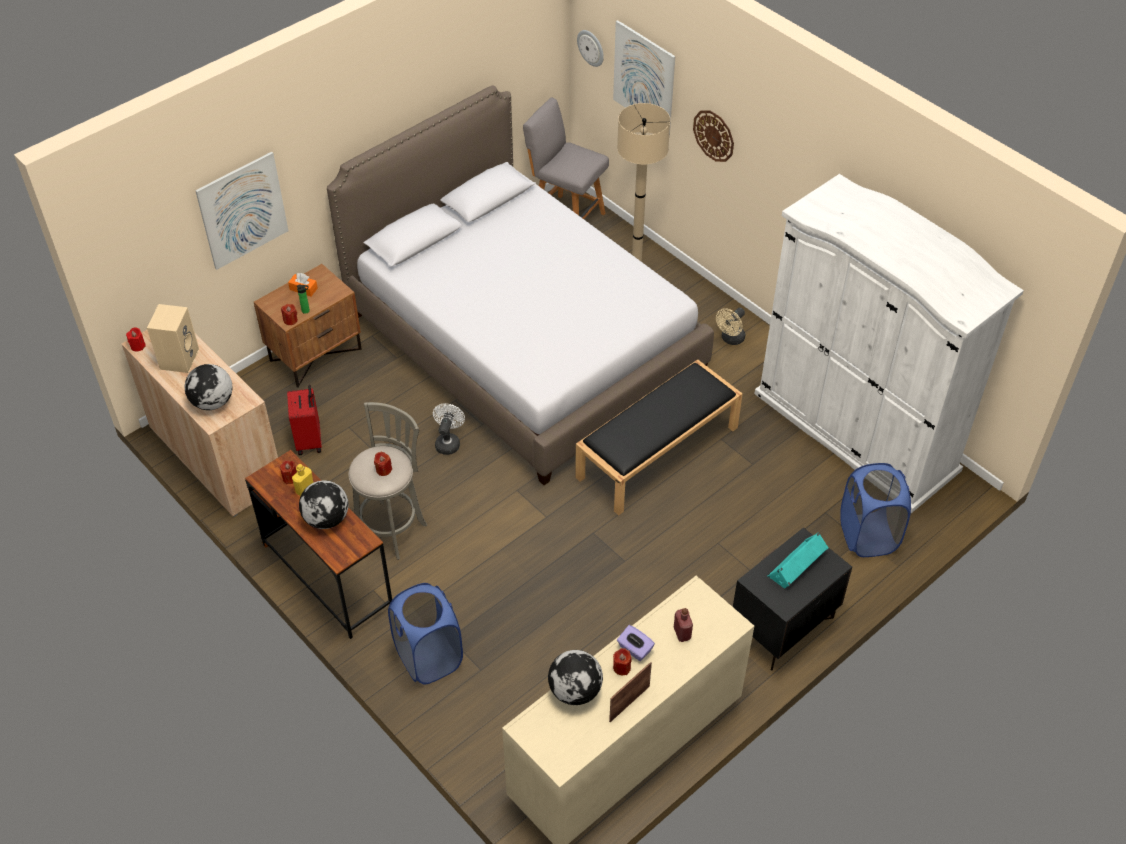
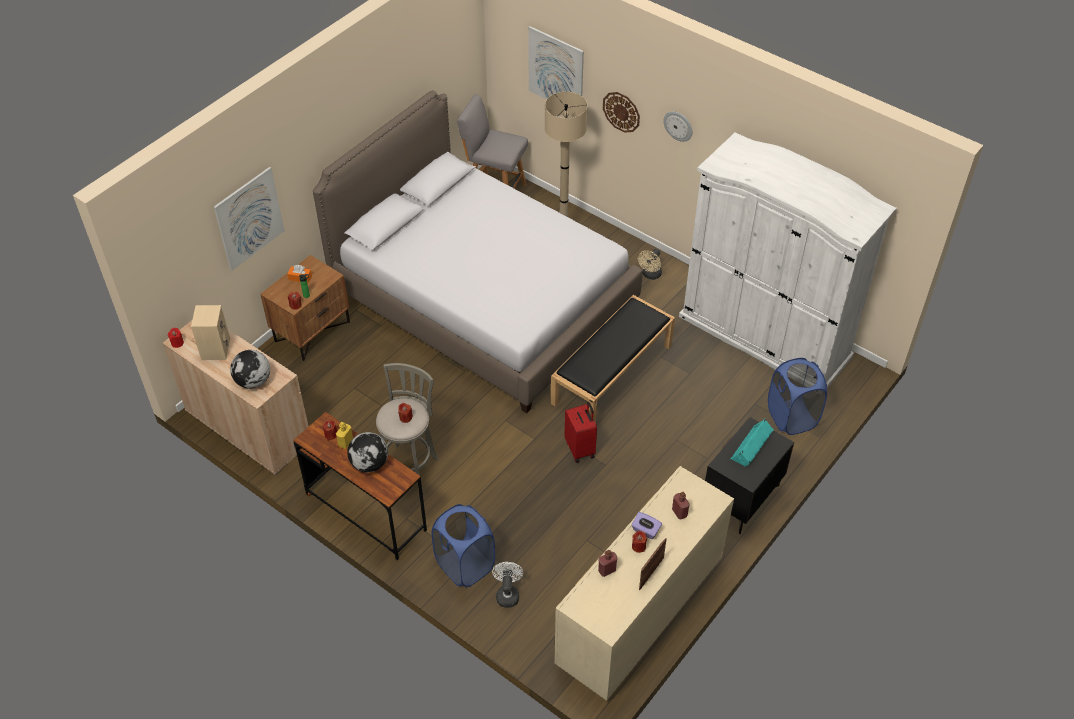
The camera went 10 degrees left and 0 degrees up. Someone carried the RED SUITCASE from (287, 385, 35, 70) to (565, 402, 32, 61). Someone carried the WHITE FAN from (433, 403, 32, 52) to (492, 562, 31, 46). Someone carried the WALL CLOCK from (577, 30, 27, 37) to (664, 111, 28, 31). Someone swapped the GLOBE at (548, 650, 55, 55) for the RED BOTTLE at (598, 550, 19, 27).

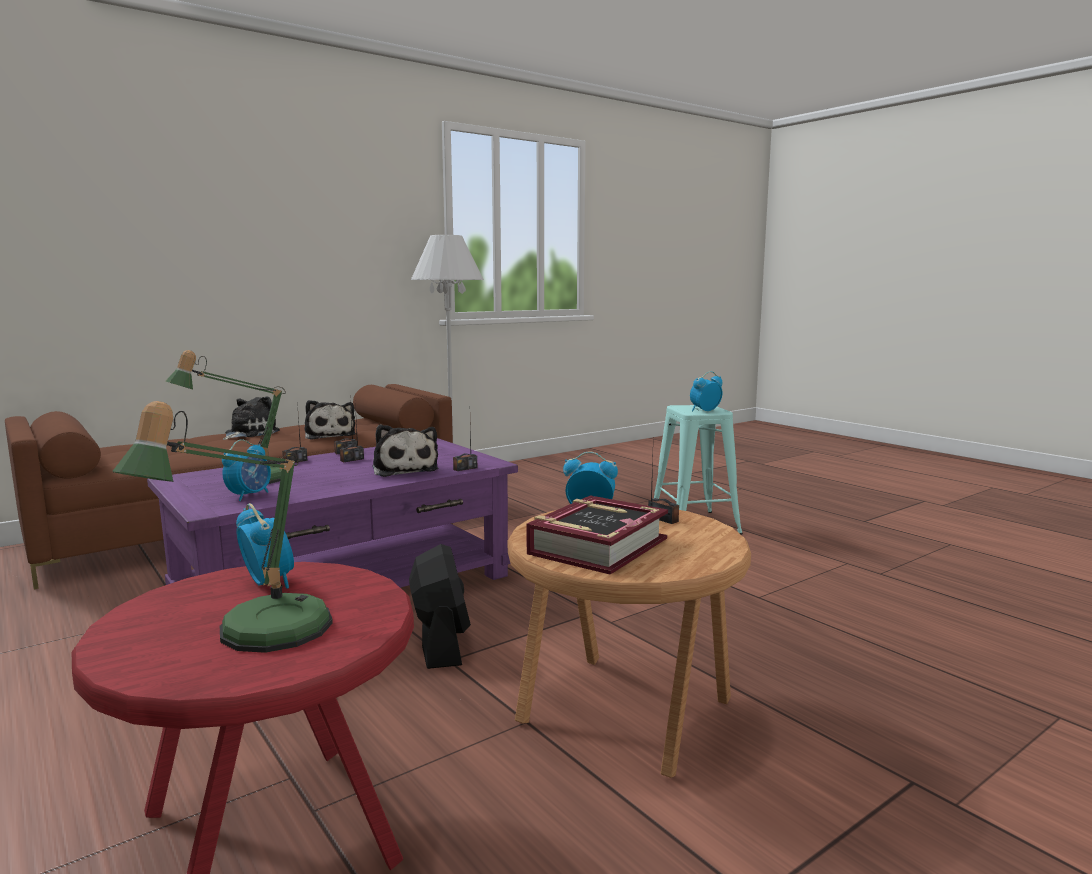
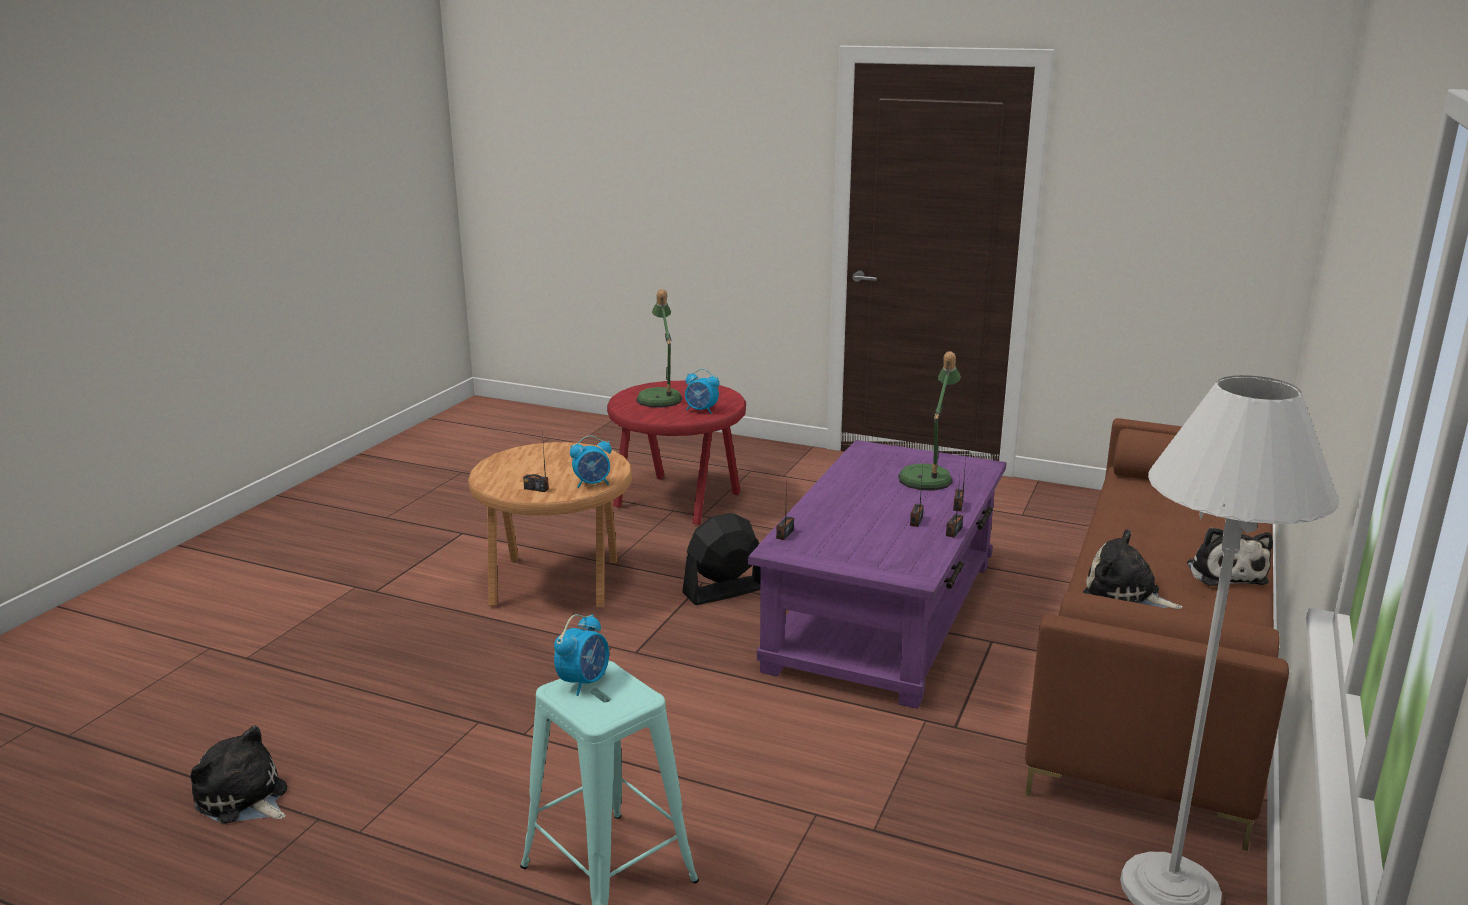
The camera went 150 degrees right and 10 degrees up. Someone took away the ALARM CLOCK at (222, 439, 49, 62). Someone took away the BOOK at (527, 495, 141, 80). Someone carried the PLUSH TOY from (373, 425, 66, 52) to (191, 726, 96, 98). Someone rotated the BLACK FAN at (409, 544, 62, 125) by 105 degrees clockwise.

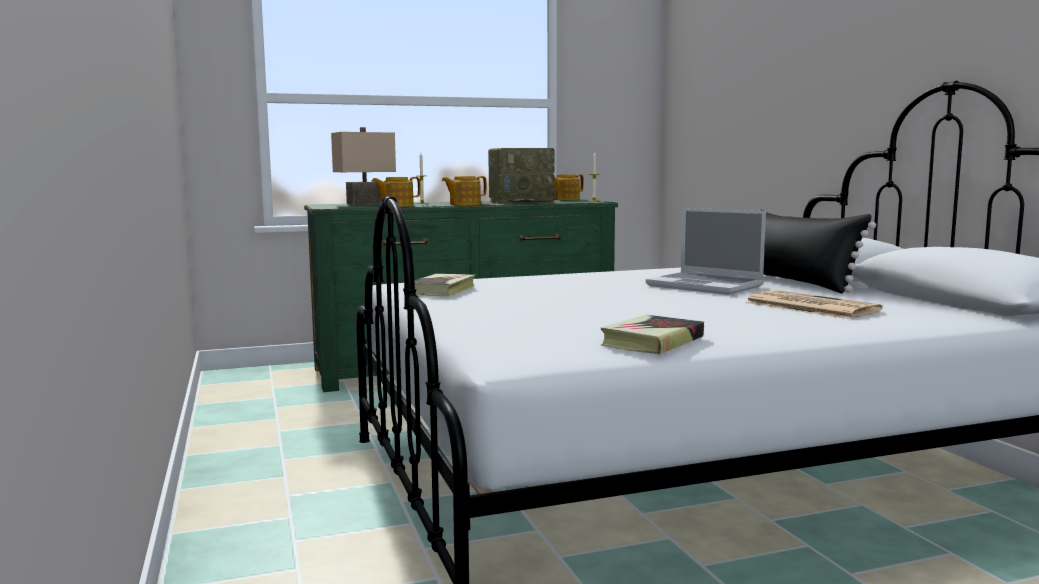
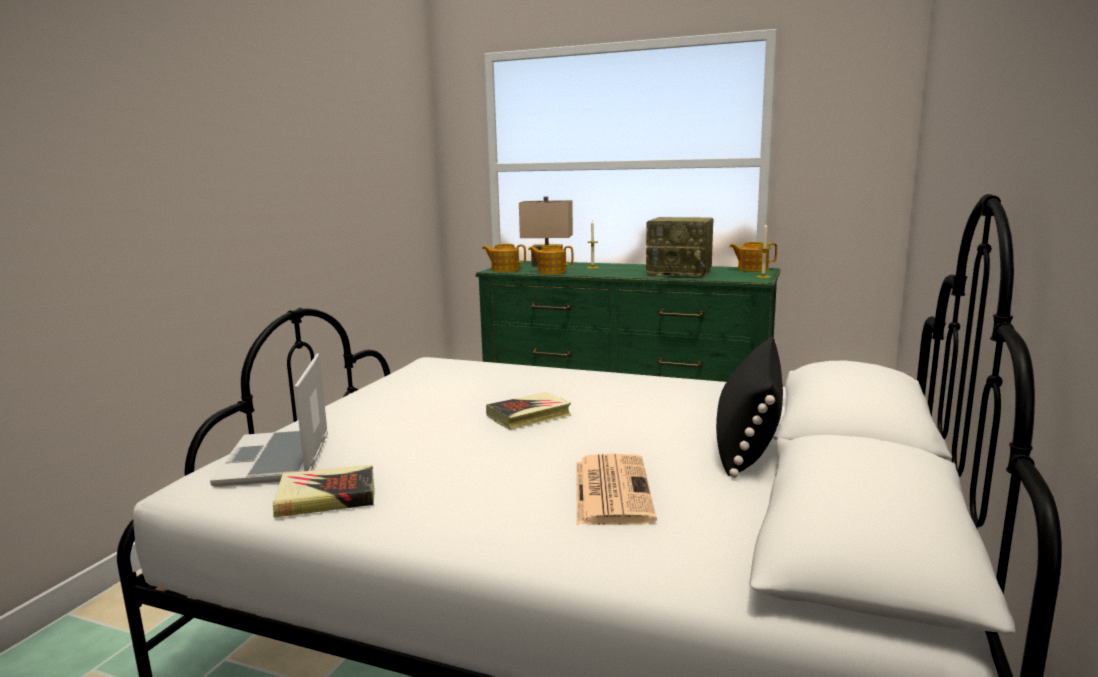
The camera went 40 degrees right and 5 degrees up. Someone carried the BOOK from (414, 274, 61, 22) to (486, 392, 85, 38). Someone carried the TEAPOT from (442, 176, 45, 29) to (482, 244, 44, 28). Someone carried the LAPTOP from (646, 208, 120, 87) to (210, 353, 118, 134).

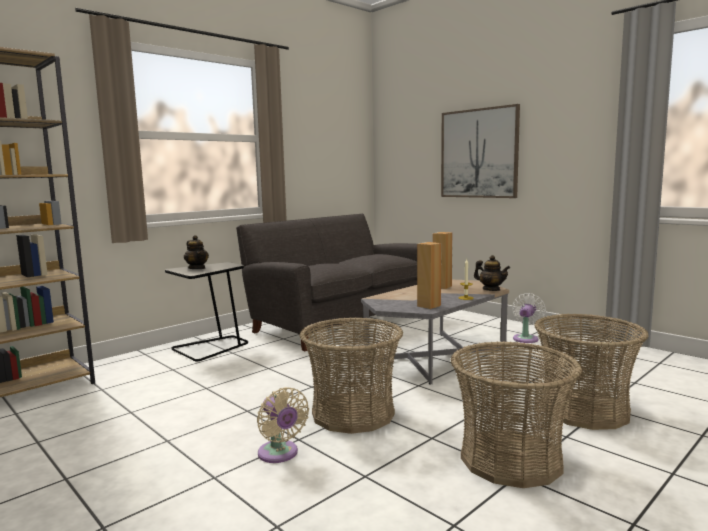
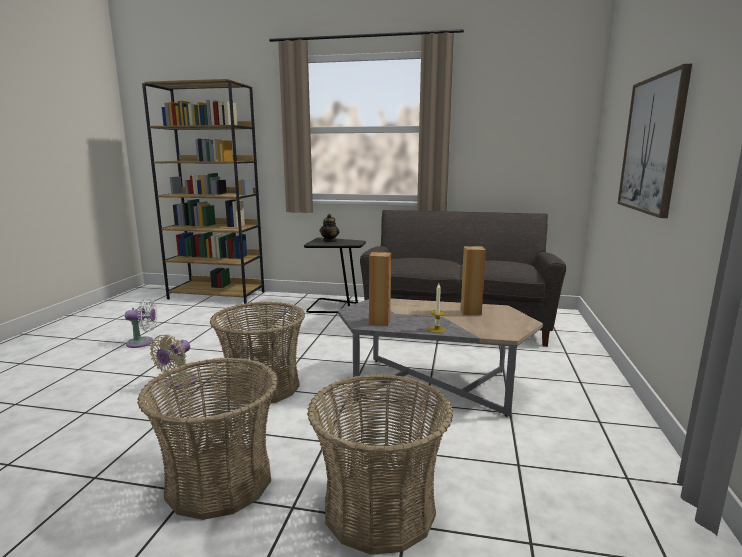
The camera went 55 degrees right and 5 degrees up. Someone took away the TEAPOT at (474, 255, 36, 36). Someone carried the WHITE FAN from (512, 293, 34, 50) to (125, 298, 33, 50).

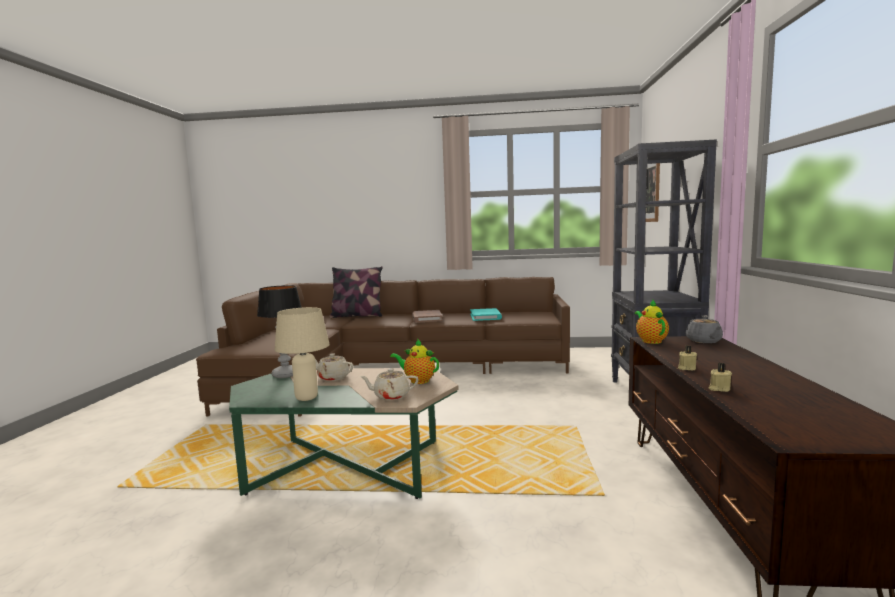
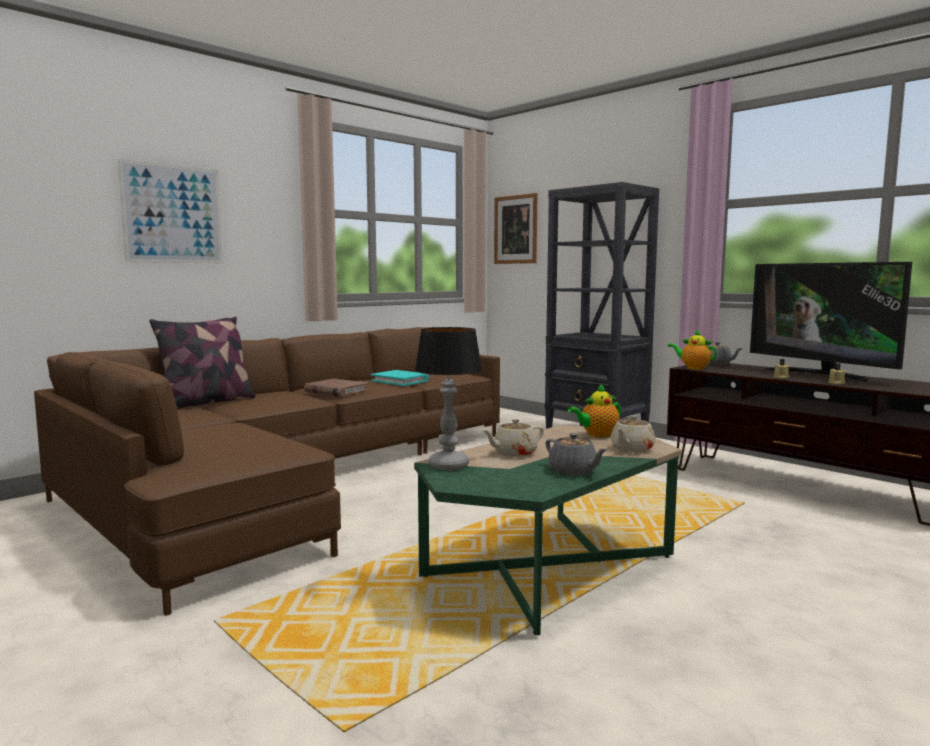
The camera went 50 degrees left and 0 degrees up. Someone put up the PICTURE at (118, 159, 105, 104). Someone put down the TELEVISION at (750, 262, 162, 121). Someone swapped the BEIGE TABLE LAMP at (275, 307, 55, 94) for the GREY TEAPOT at (546, 433, 61, 42).

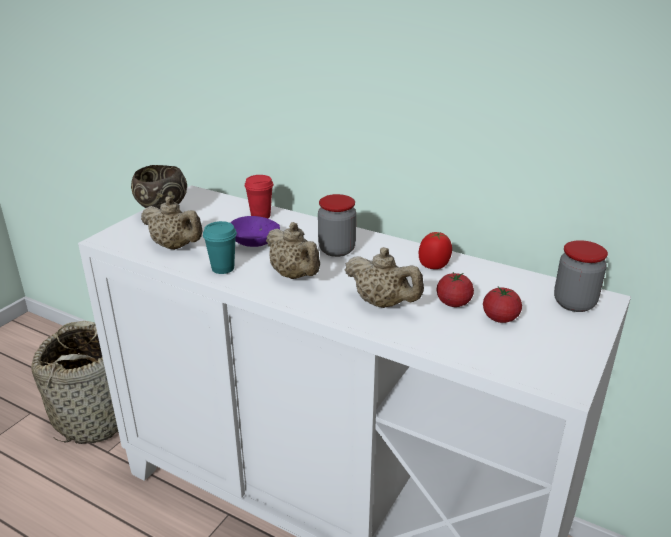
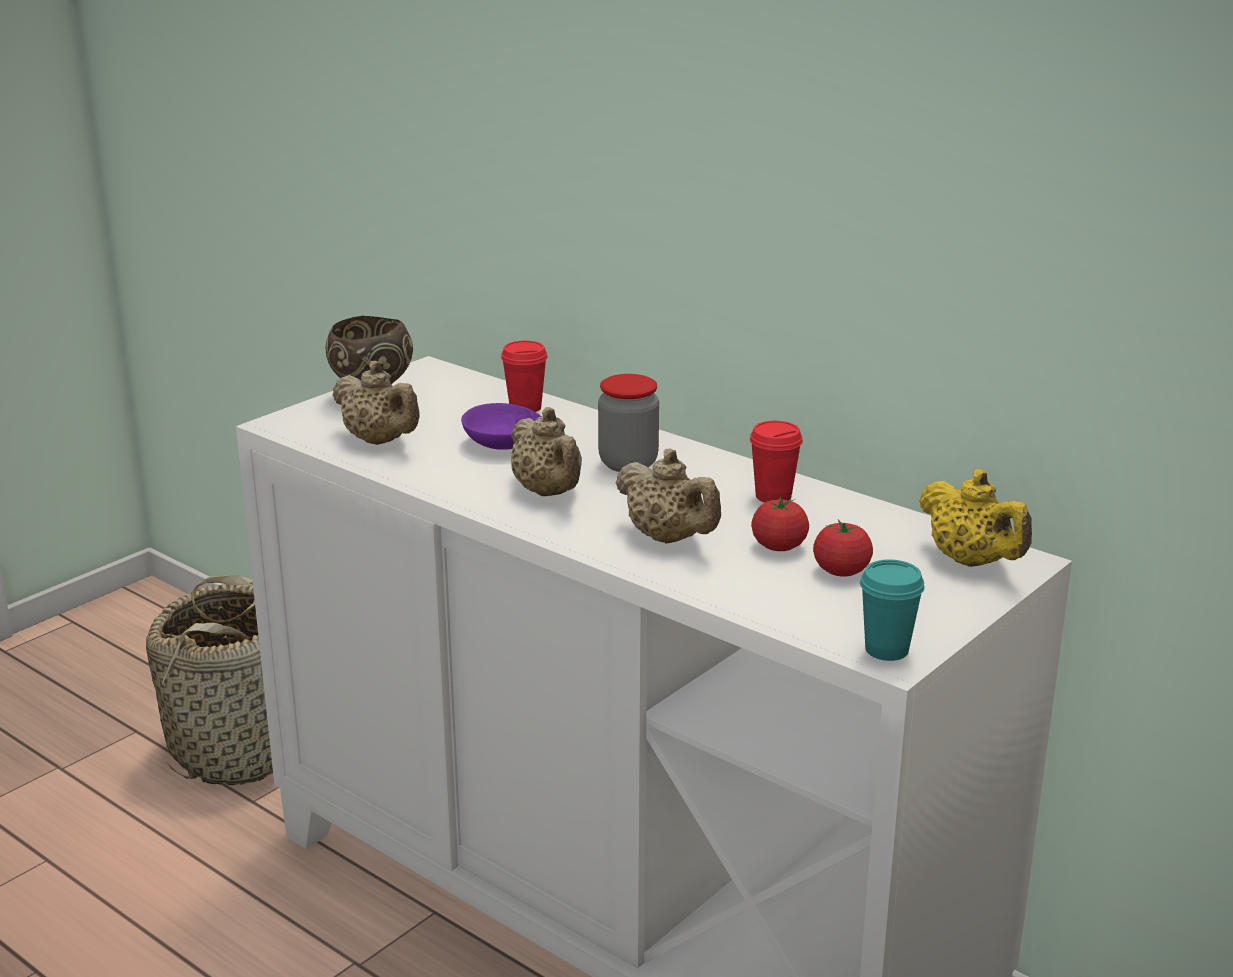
The camera went 10 degrees right and 5 degrees down. Someone carried the TURQUOISE CUP from (203, 221, 34, 53) to (860, 559, 65, 102). Someone swapped the TOMATO at (419, 232, 33, 37) for the RED CUP at (750, 421, 53, 82). Someone swapped the JAR at (554, 240, 54, 72) for the YELLOW TEAPOT at (919, 469, 113, 98).

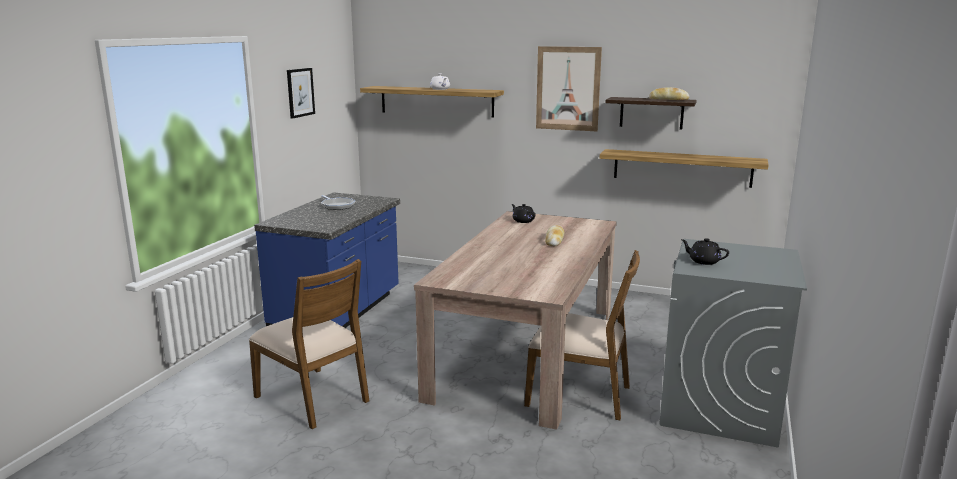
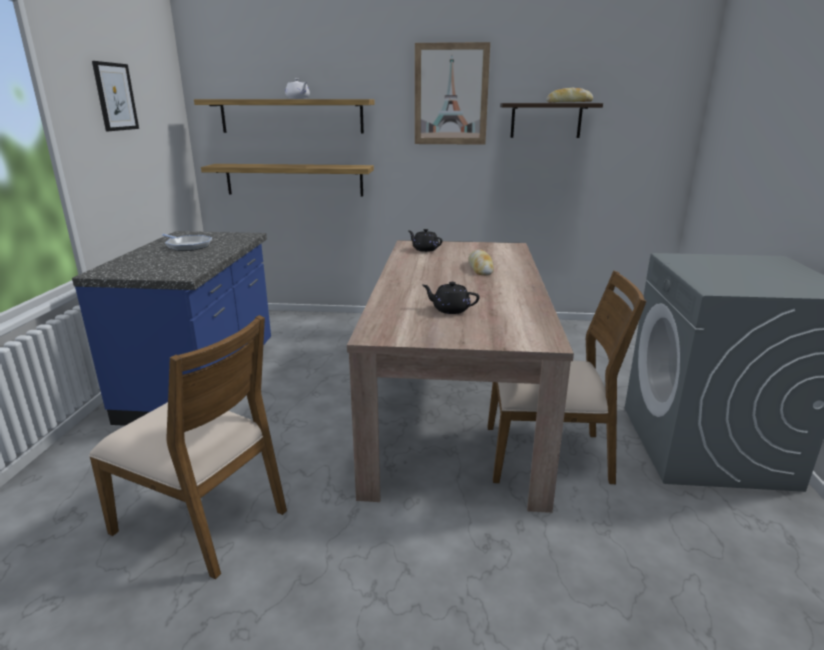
The camera went 15 degrees left and 5 degrees up. Someone carried the SHELF from (600, 149, 168, 39) to (201, 164, 173, 32). Someone carried the BLACK TEAPOT from (681, 239, 48, 26) to (422, 282, 58, 32).

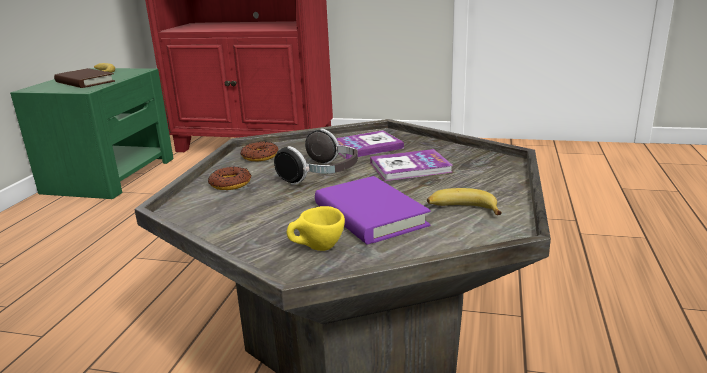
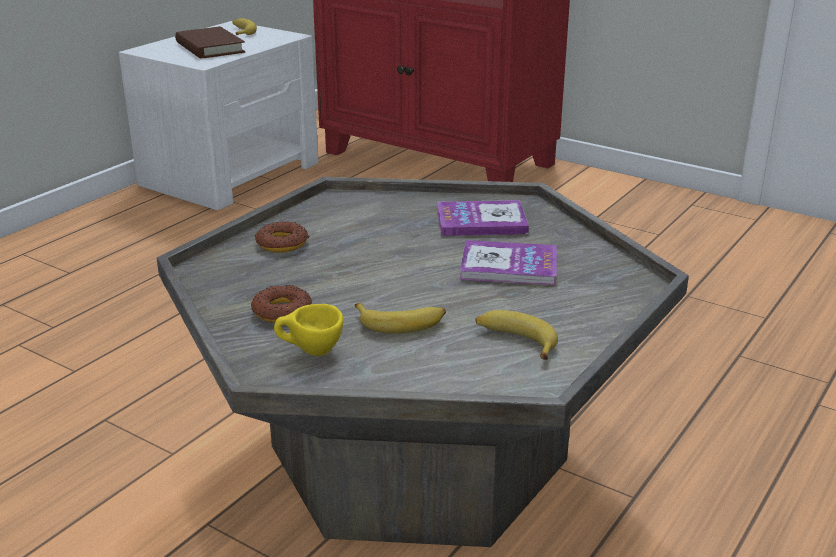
The camera went 20 degrees right and 5 degrees up. Someone took away the HEADPHONES at (274, 128, 84, 57). Someone carried the DONUT from (240, 141, 38, 20) to (251, 285, 61, 38). Someone swapped the PURPLE BOOK at (315, 176, 116, 69) for the BANANA at (354, 303, 92, 31). Someone repainted the GREEN NIGHTSTAND at (10, 68, 164, 131), which became the WHITE NIGHTSTAND at (119, 21, 199, 189).

